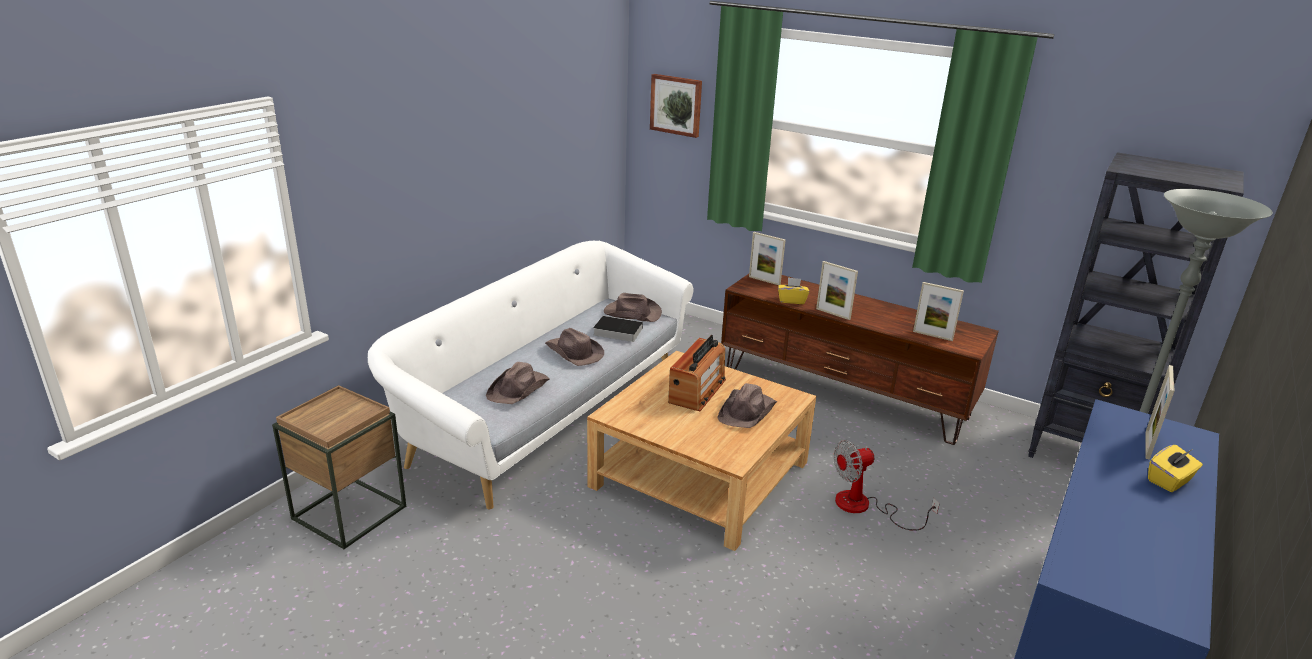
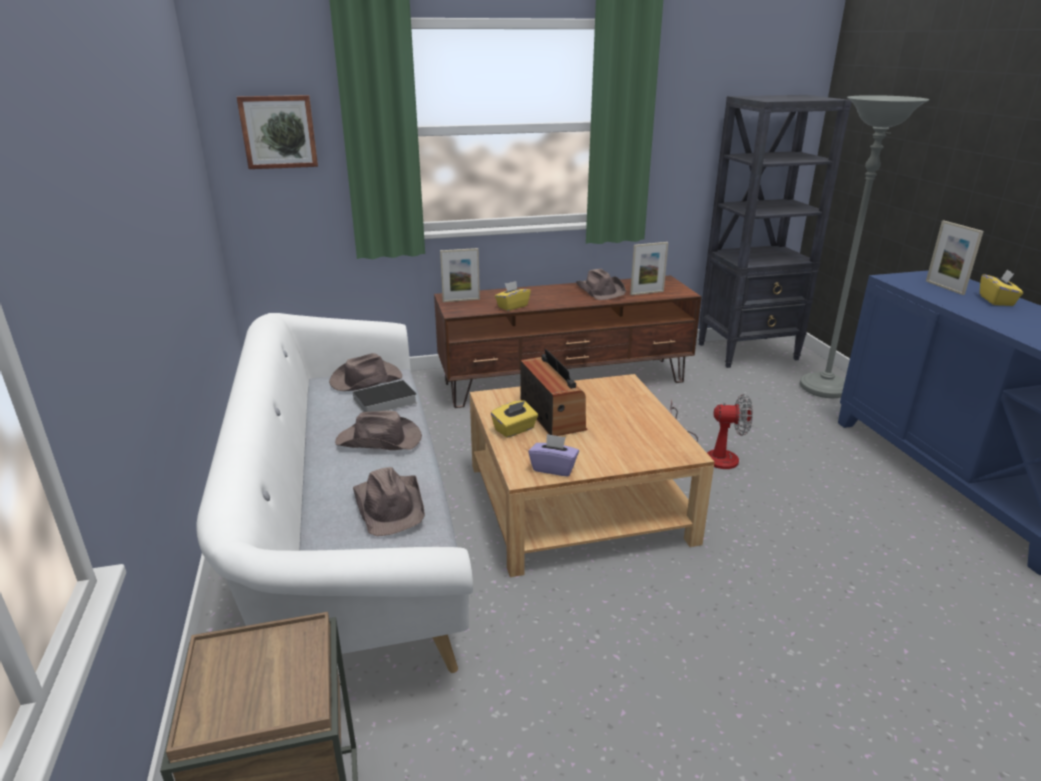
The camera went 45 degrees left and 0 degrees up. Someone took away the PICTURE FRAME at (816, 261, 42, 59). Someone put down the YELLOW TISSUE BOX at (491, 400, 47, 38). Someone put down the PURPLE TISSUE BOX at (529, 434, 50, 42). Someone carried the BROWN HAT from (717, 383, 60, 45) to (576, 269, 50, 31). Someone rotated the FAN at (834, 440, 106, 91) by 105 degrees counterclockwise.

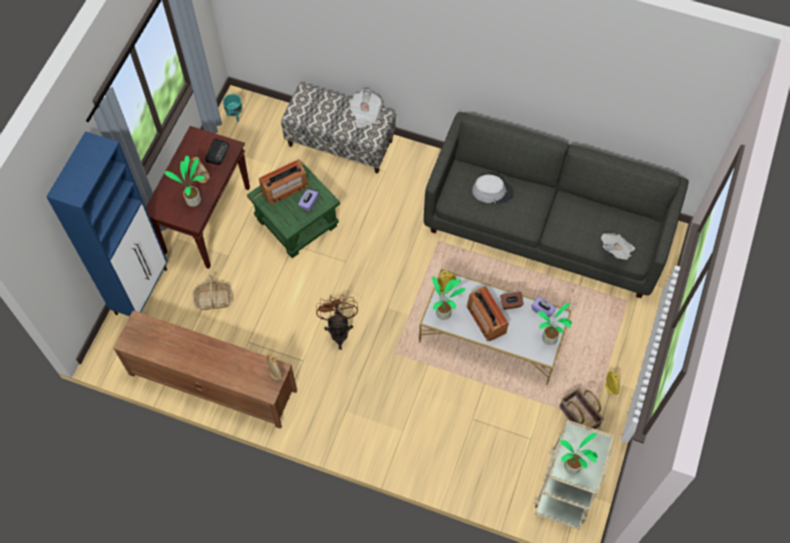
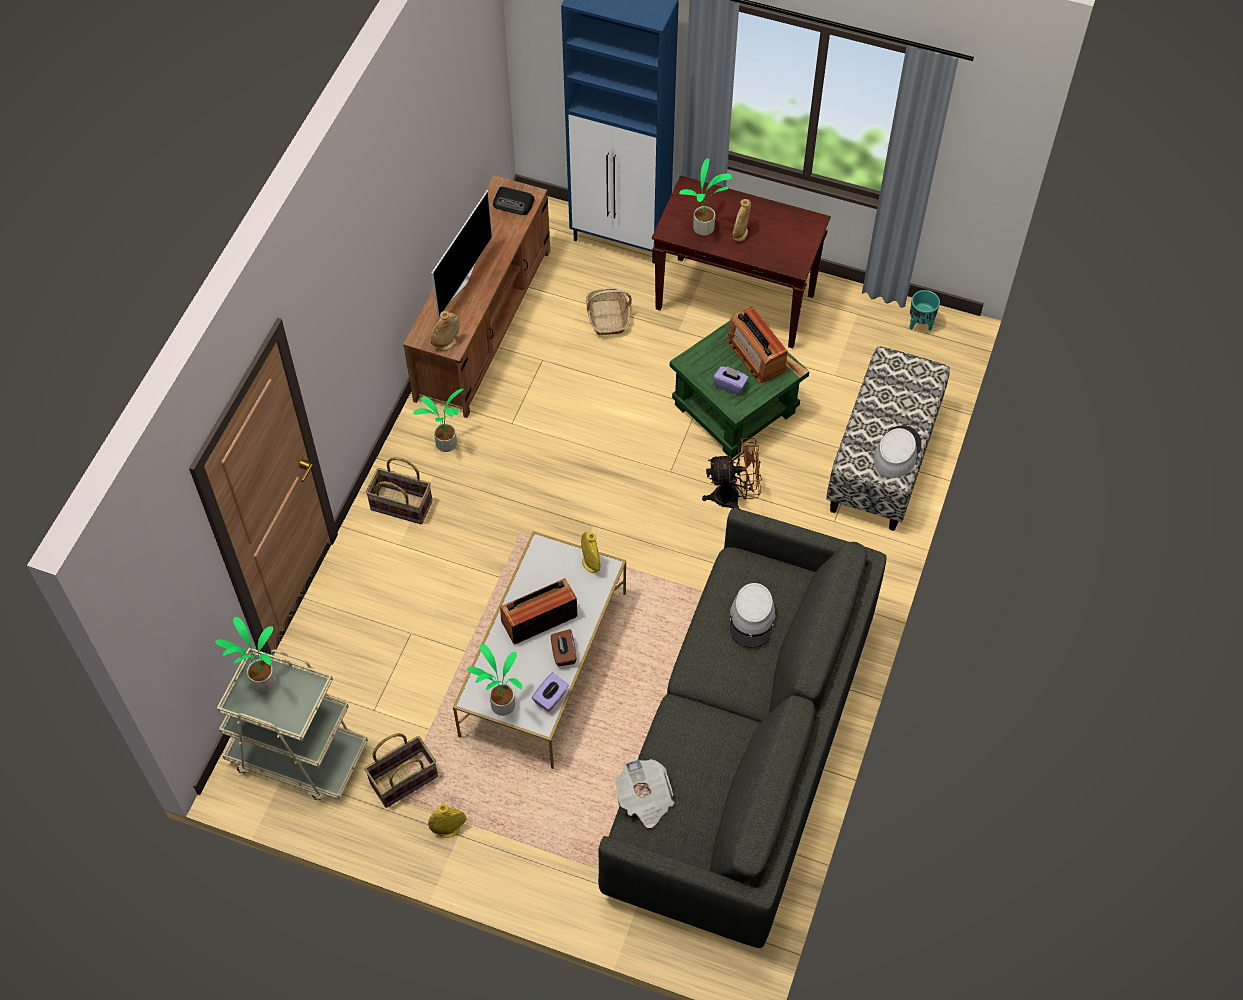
The camera went 90 degrees right and 5 degrees down. Someone put down the BASKET at (366, 457, 67, 67). Someone put down the TELEVISION at (432, 190, 60, 129). Someone carried the RADIO from (205, 138, 24, 27) to (493, 187, 42, 28). Someone carried the BROWN FAN from (316, 295, 42, 55) to (702, 438, 60, 72). Someone carried the POTTED PLANT from (432, 276, 34, 44) to (413, 389, 51, 63). Someone swapped the NEWSPAPER at (350, 89, 32, 39) for the GREY HAT at (873, 425, 49, 53).

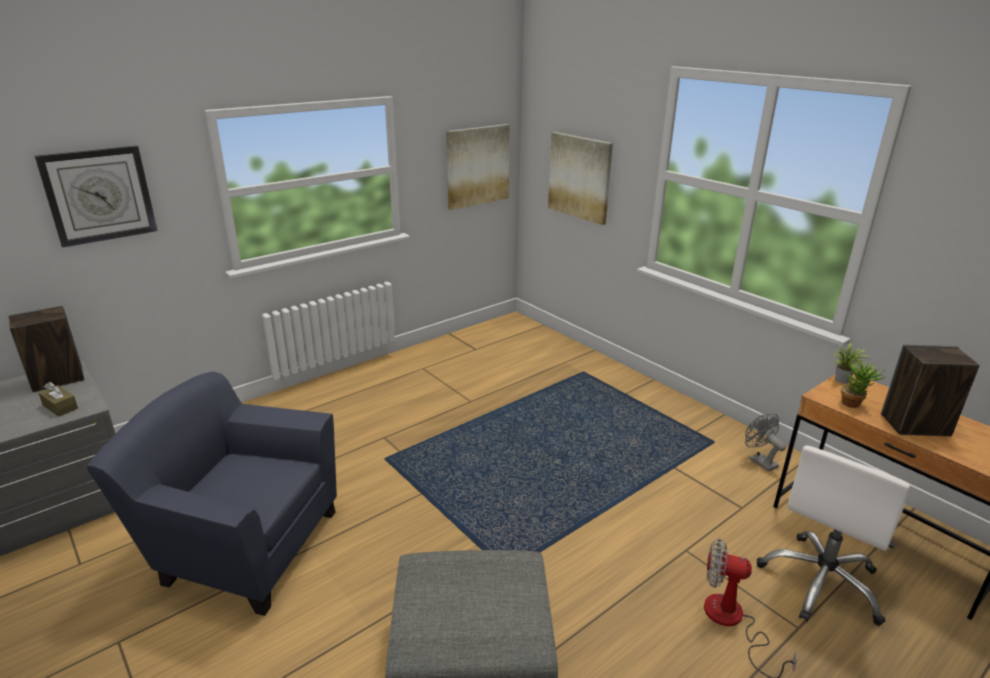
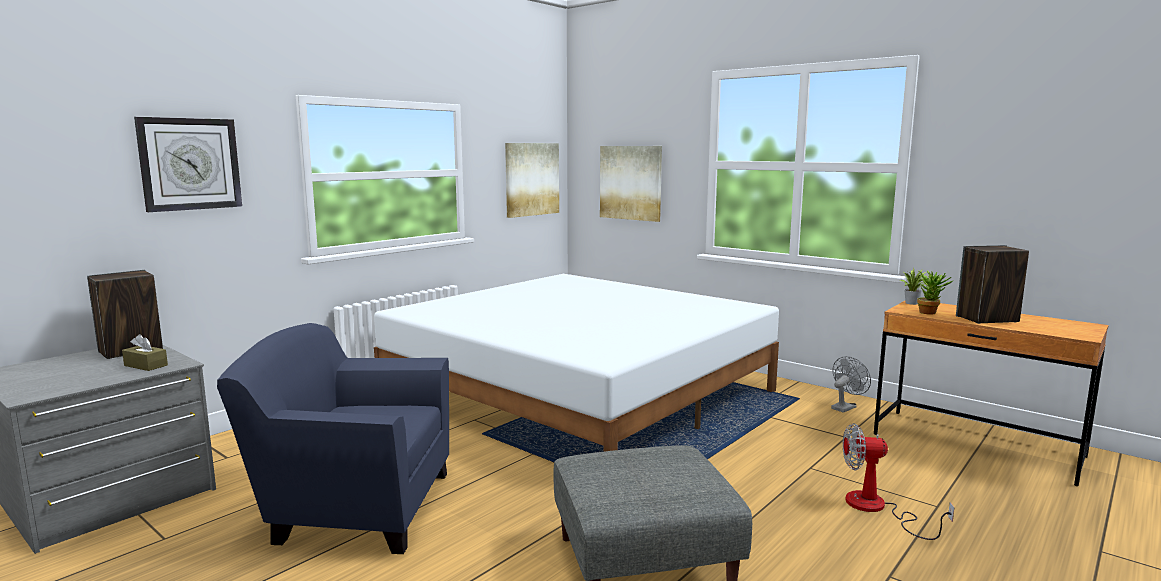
The camera went 10 degrees left and 15 degrees down. Someone took away the WHITE OFFICE CHAIR at (757, 445, 153, 181). Someone put down the WHITE BED at (374, 274, 405, 178). Someone rotated the GREY FAN at (745, 414, 41, 58) by 90 degrees clockwise.

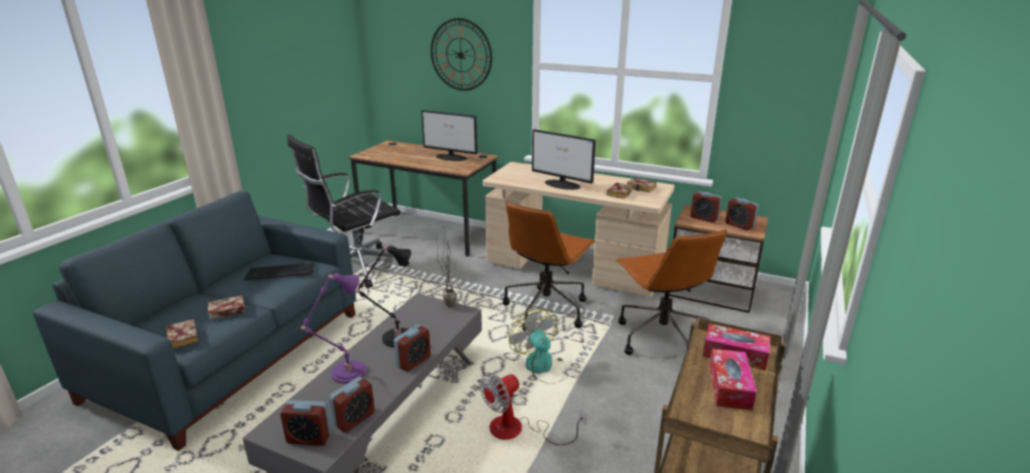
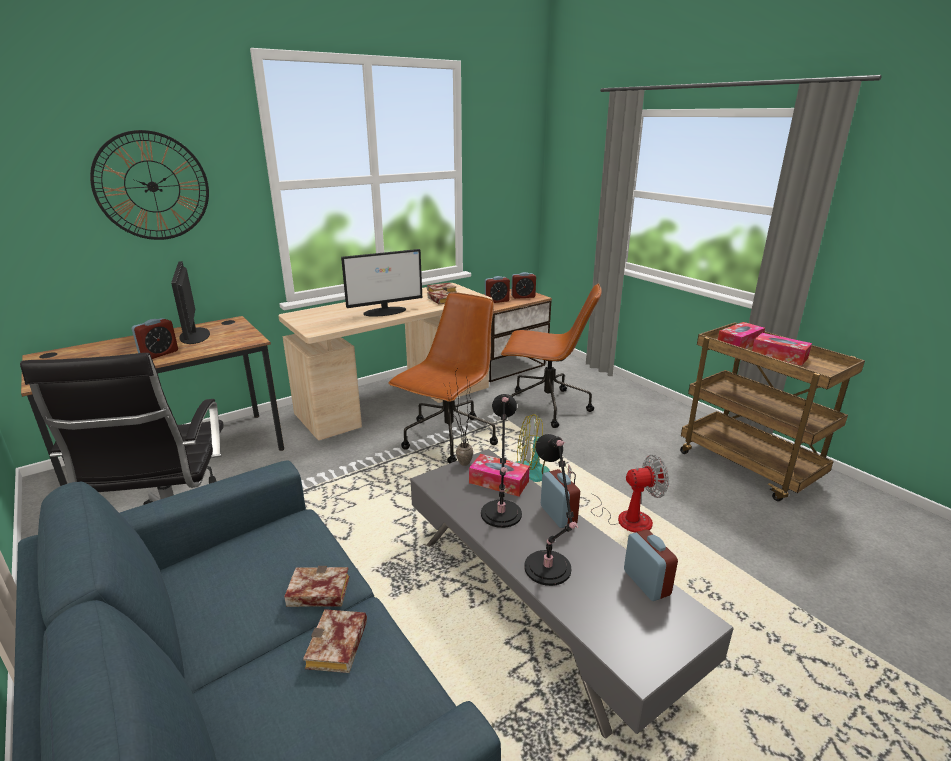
The camera went 60 degrees left and 0 degrees up. Someone took away the KEYBOARD at (244, 263, 71, 17). Someone put down the TISSUE BOX at (469, 454, 61, 42). Someone carried the BOOK from (166, 319, 32, 30) to (284, 566, 66, 41). Someone carried the ALARM CLOCK from (280, 400, 51, 46) to (132, 318, 46, 41). Someone repainted the PURPLE TABLE LAMP at (301, 273, 66, 110), which became the BLACK TABLE LAMP at (524, 434, 54, 152). Someone rotated the MONITOR at (421, 110, 56, 51) by 105 degrees clockwise. Someone rotated the FAN at (480, 372, 106, 73) by 90 degrees counterclockwise. Someone rotated the BROWN OFFICE CHAIR at (503, 202, 93, 129) by 120 degrees counterclockwise.

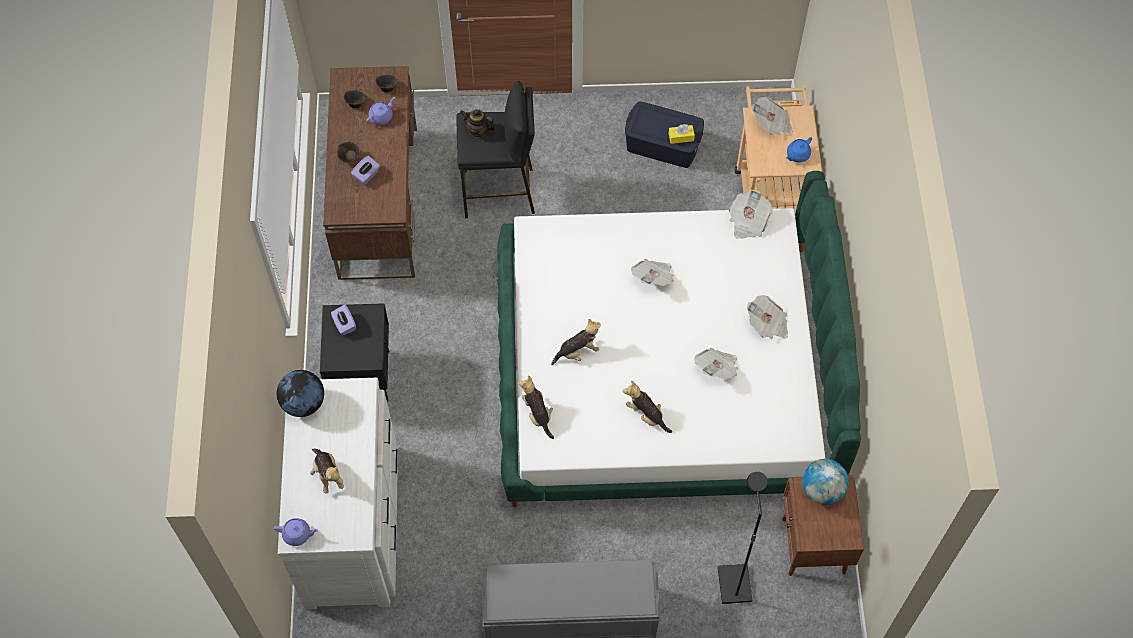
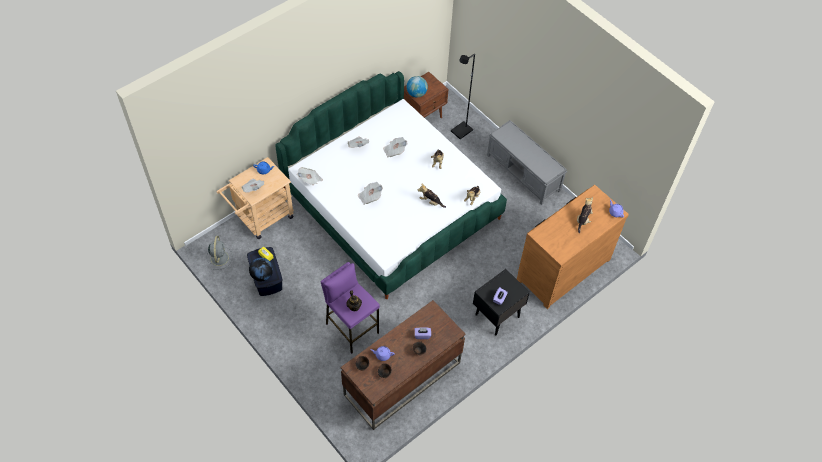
The camera went 130 degrees left and 5 degrees down. Someone put down the GREY FAN at (207, 236, 26, 34). Someone carried the GLOBE from (277, 370, 47, 47) to (249, 258, 24, 23). Someone repainted the WHITE DRESSER at (278, 378, 120, 232), which became the BROWN DRESSER at (517, 185, 112, 124). Someone repainted the BLACK STOOL at (456, 81, 79, 137), which became the PURPLE STOOL at (321, 262, 59, 92).

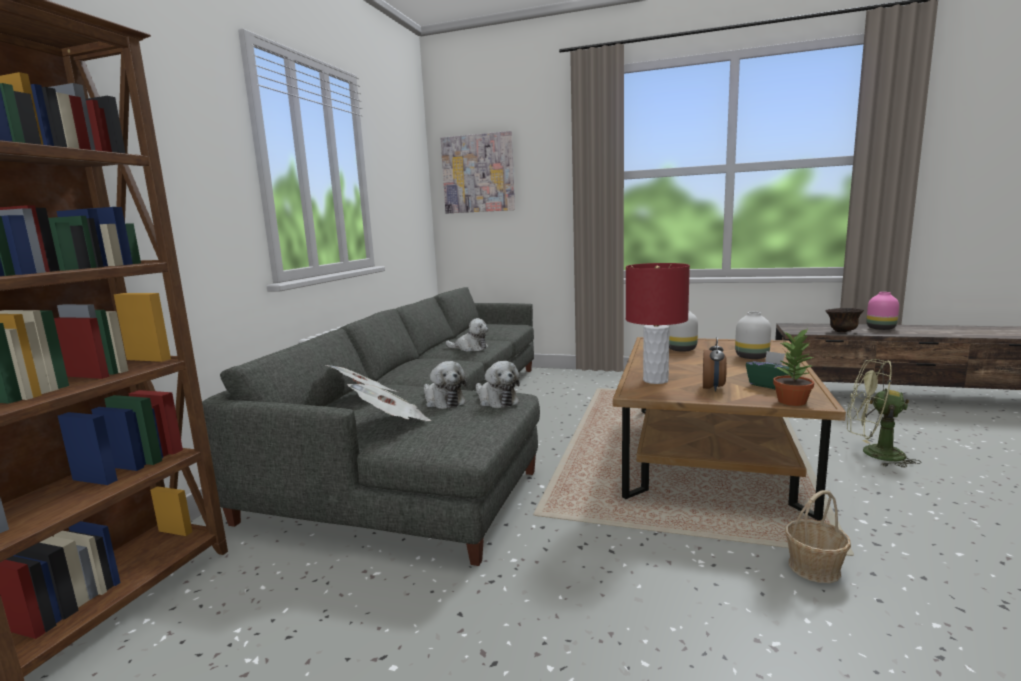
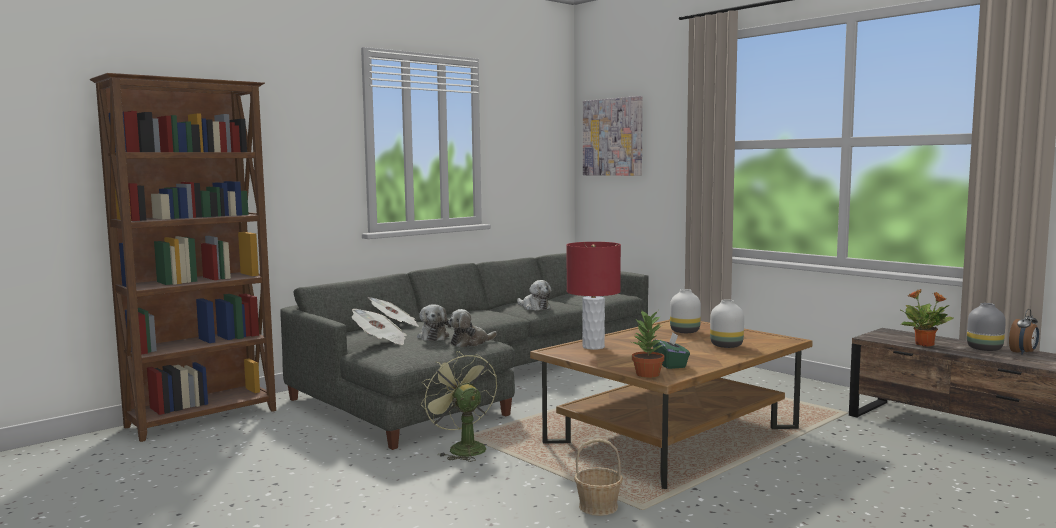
The camera went 30 degrees right and 5 degrees down. Someone carried the ALARM CLOCK from (703, 337, 24, 55) to (1009, 309, 30, 46). Someone carried the GREEN FAN from (847, 359, 74, 109) to (421, 351, 76, 111). Someone swapped the BROWN BOWL at (826, 308, 38, 24) for the POTTED PLANT at (901, 289, 53, 58). Someone repainted the PINK VASE at (866, 292, 33, 38), which became the GREY VASE at (967, 303, 39, 48). Someone rotated the PLUSH TOY at (476, 361, 44, 47) by 60 degrees clockwise.

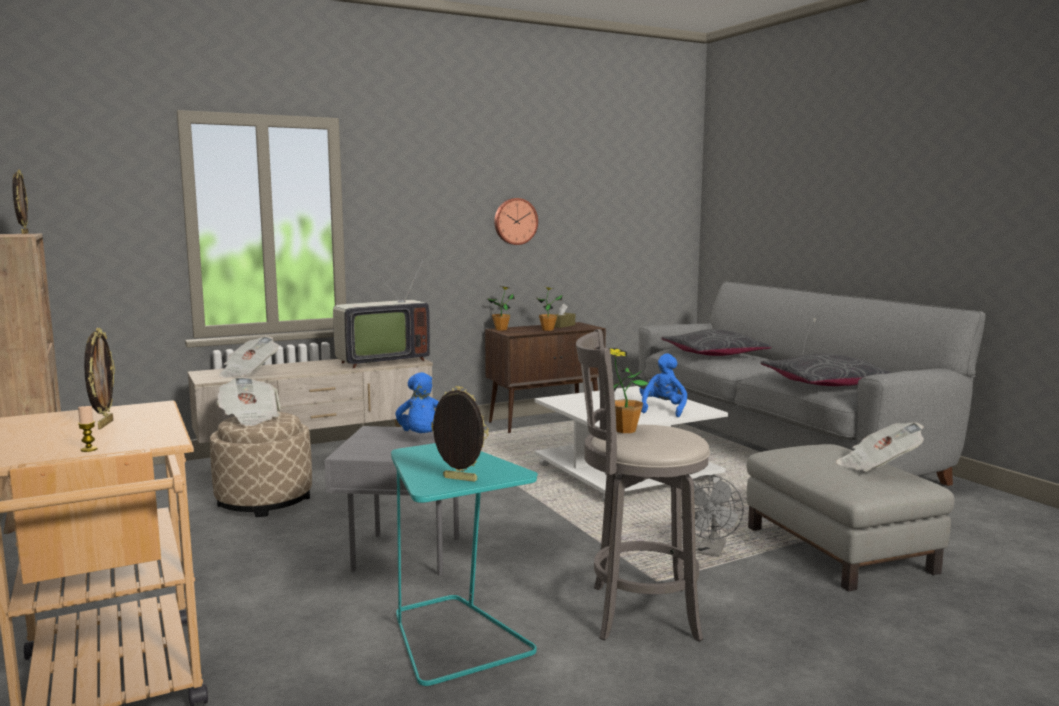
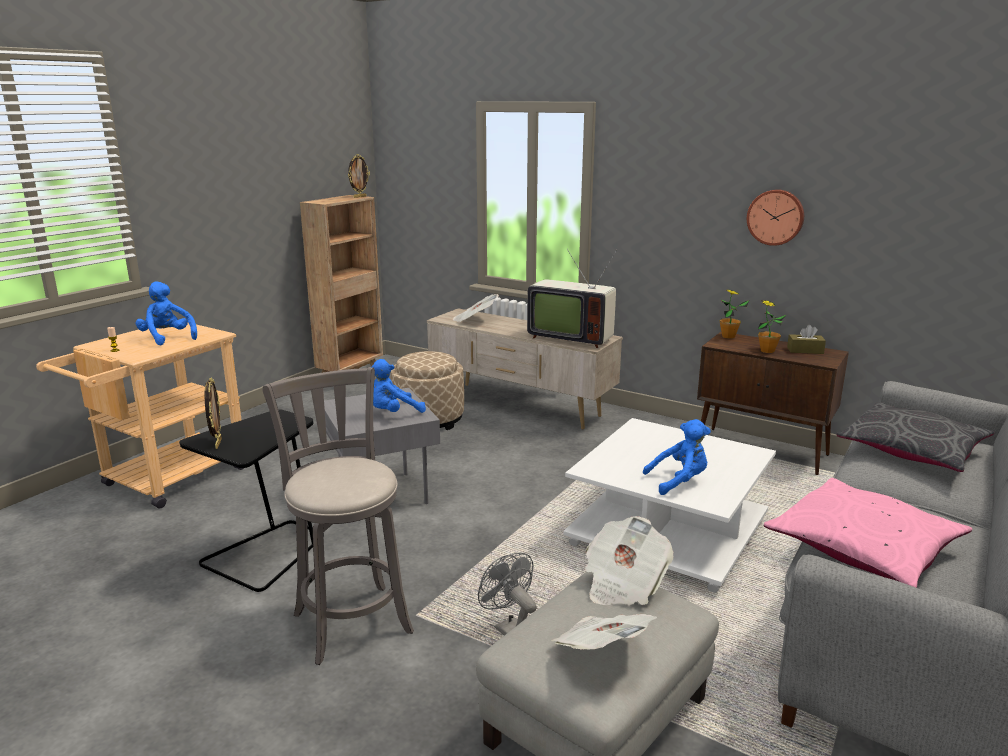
The camera went 60 degrees right and 10 degrees up. Someone took away the POTTED PLANT at (604, 348, 45, 85). Someone carried the NEWSPAPER from (217, 377, 63, 49) to (585, 516, 89, 89). Someone swapped the PICTURE FRAME at (84, 328, 31, 101) for the BLUE PLUSH TOY at (136, 281, 61, 64). Someone repainted the TURQUOISE SIDE TABLE at (391, 443, 147, 243), which became the BLACK SIDE TABLE at (179, 409, 145, 183). Someone repainted the GREY PILLOW at (761, 353, 130, 33), which became the PINK PILLOW at (764, 478, 208, 110). Someone rotated the GREY FAN at (681, 475, 63, 82) by 60 degrees clockwise.

